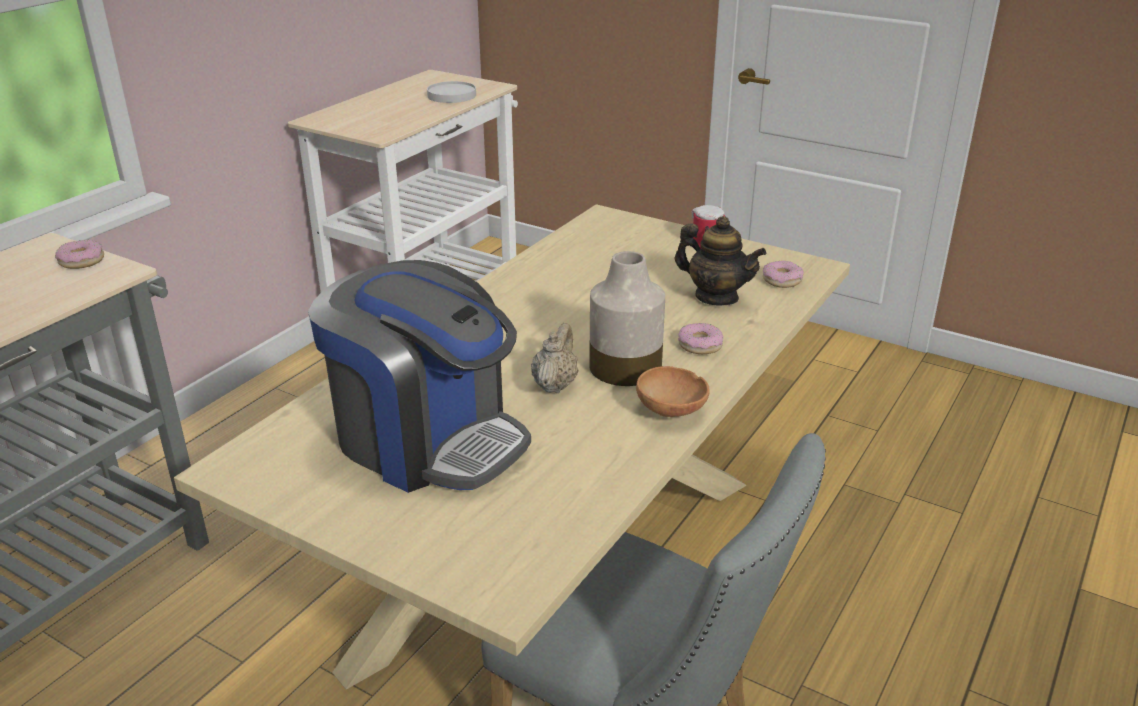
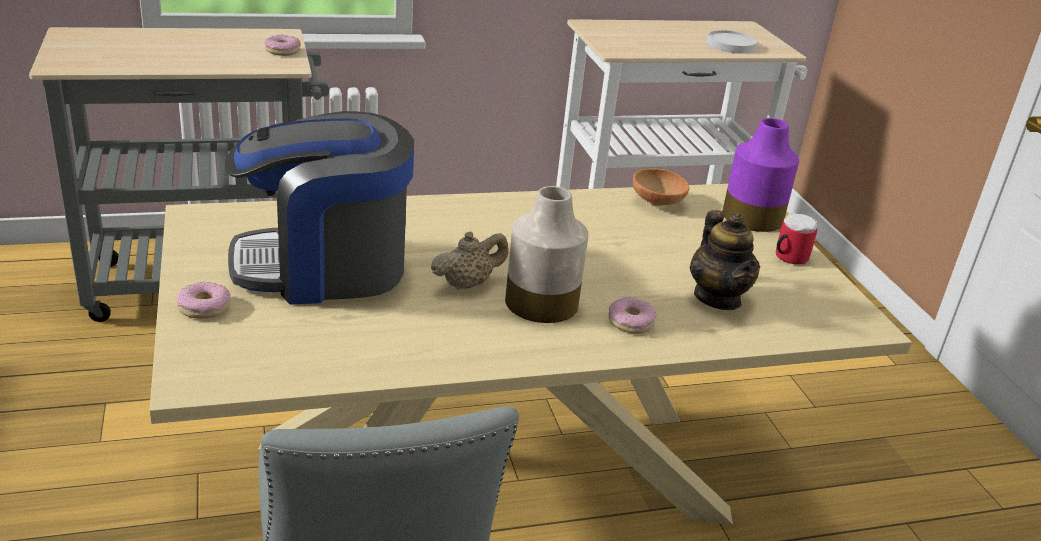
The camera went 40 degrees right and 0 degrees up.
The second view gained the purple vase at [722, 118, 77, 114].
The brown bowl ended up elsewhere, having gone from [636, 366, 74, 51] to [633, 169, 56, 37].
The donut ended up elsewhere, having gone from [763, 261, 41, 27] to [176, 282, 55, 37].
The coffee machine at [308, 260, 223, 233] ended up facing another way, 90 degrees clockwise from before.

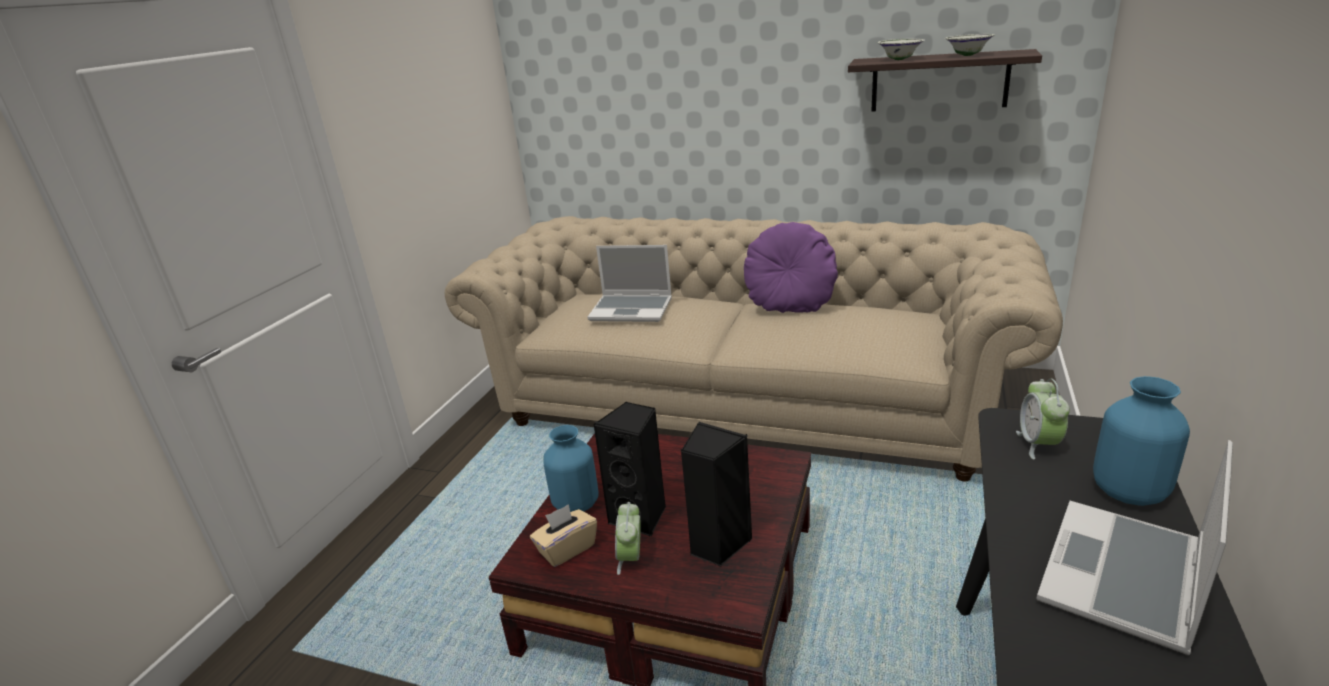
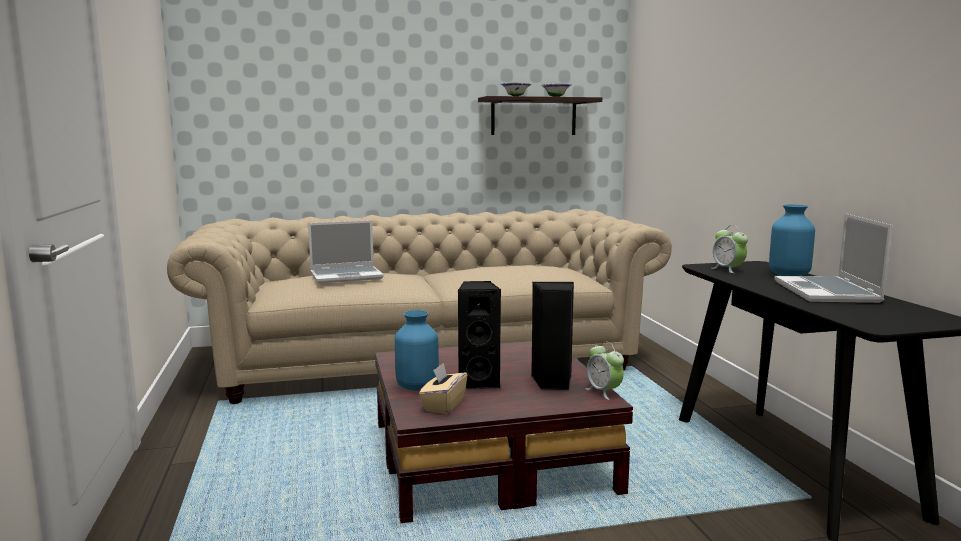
The camera went 35 degrees left and 15 degrees down.
The second view lost the purple pillow at [744, 222, 94, 91].
The alarm clock ended up elsewhere, having gone from [615, 502, 26, 73] to [585, 342, 39, 58].

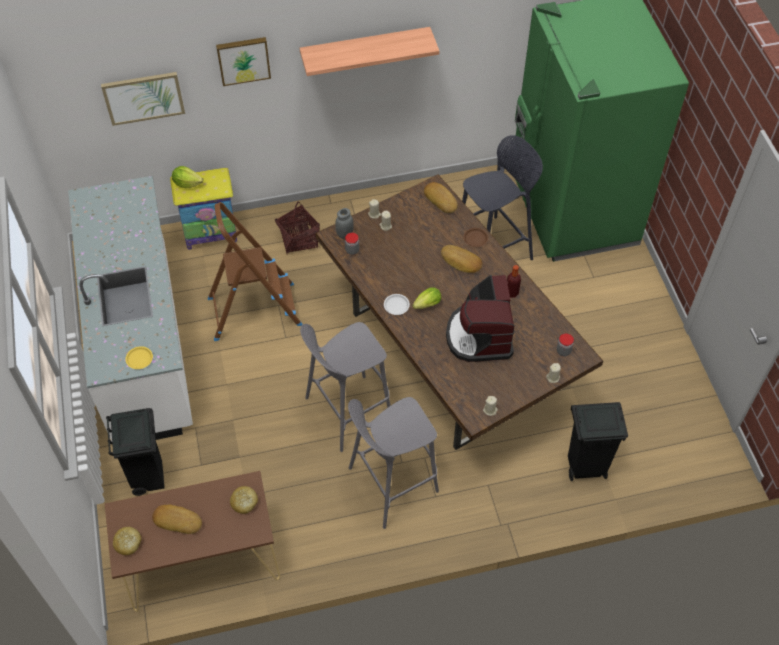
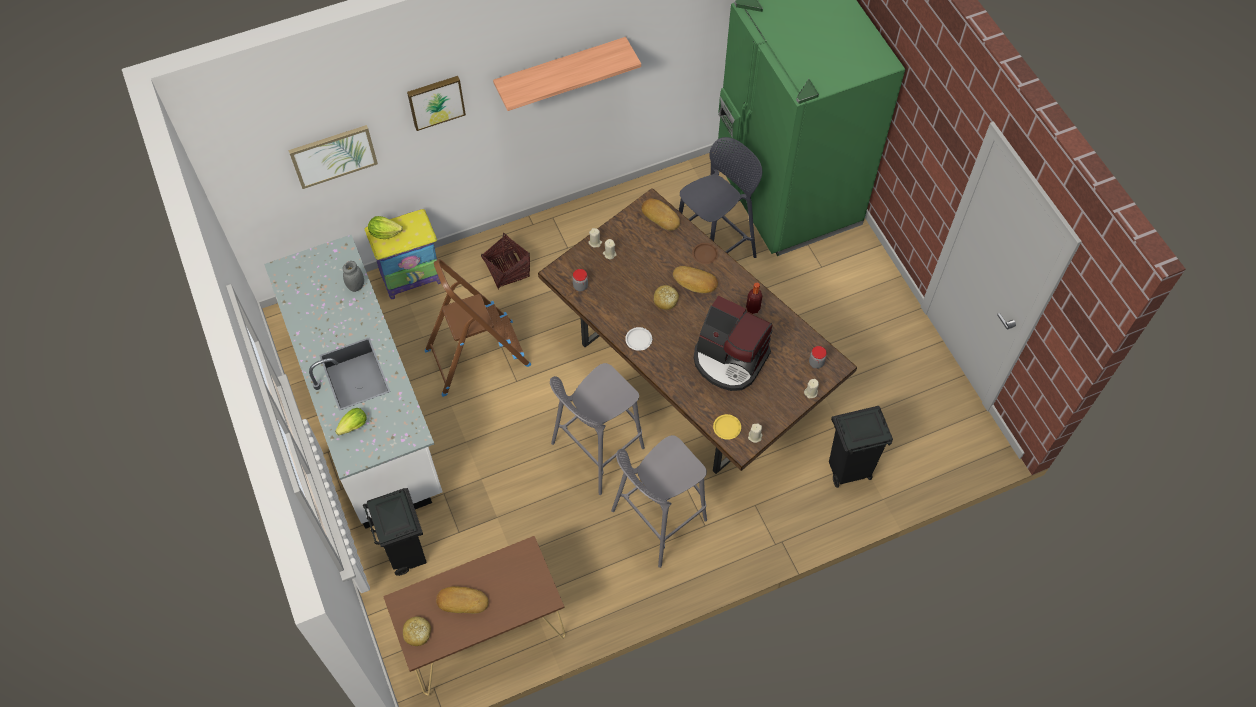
The camera went 10 degrees left and 5 degrees up.
The yellow plate ended up elsewhere, having gone from [125, 346, 28, 23] to [713, 414, 28, 26].
The bread ended up elsewhere, having gone from [230, 486, 28, 28] to [653, 285, 26, 25].
The grey jar ended up elsewhere, having gone from [335, 208, 19, 31] to [343, 261, 21, 31].
The lettuce ended up elsewhere, having gone from [412, 287, 29, 22] to [335, 408, 32, 27].
The coffee machine at [446, 275, 68, 87] ended up facing another way, 45 degrees counterclockwise from before.

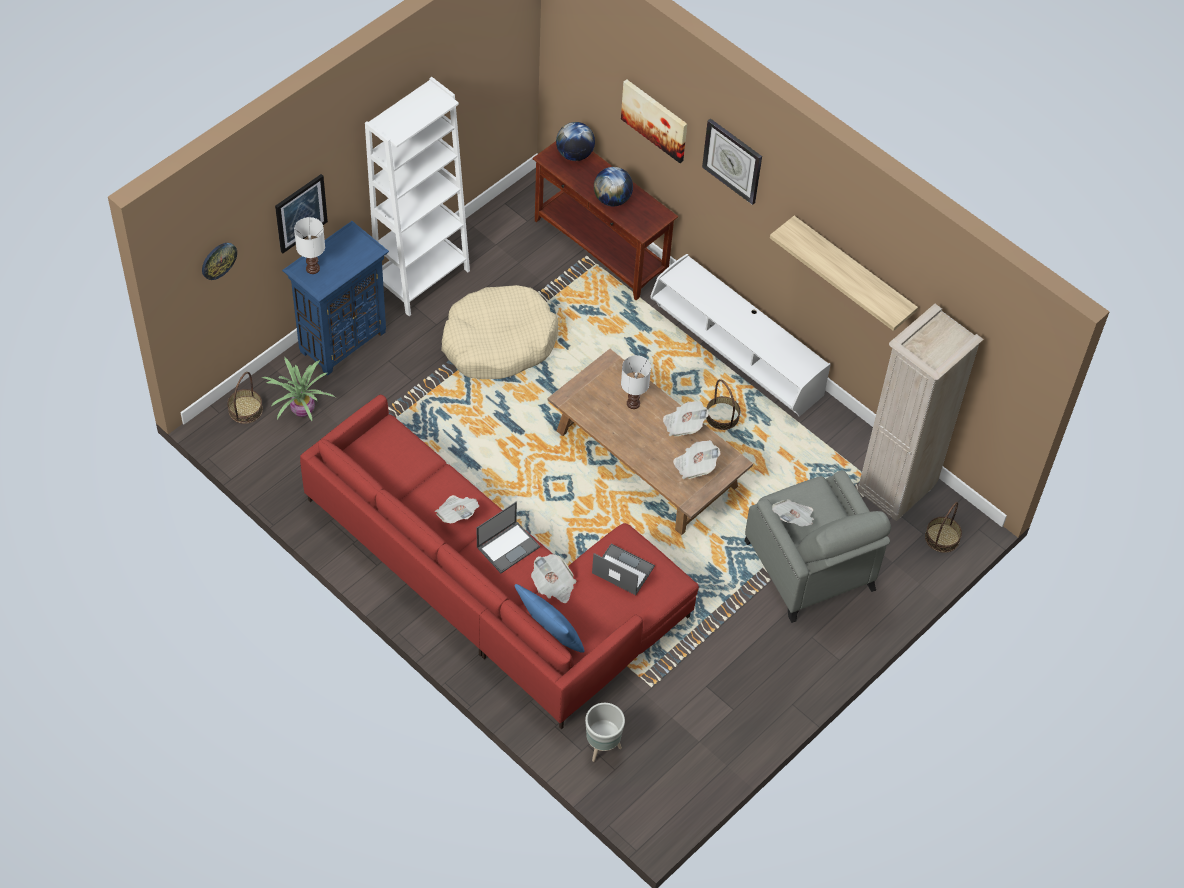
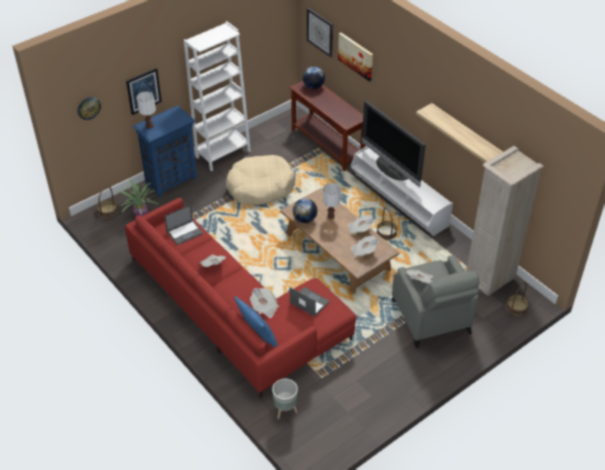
The camera went 10 degrees right and 10 degrees down.
The second view gained the television at [362, 100, 64, 87].
The laptop ended up elsewhere, having gone from [477, 502, 63, 71] to [164, 205, 39, 40].
The globe ended up elsewhere, having gone from [594, 167, 39, 39] to [293, 198, 24, 25].
The wall clock ended up elsewhere, having gone from [702, 118, 60, 87] to [307, 8, 26, 50].

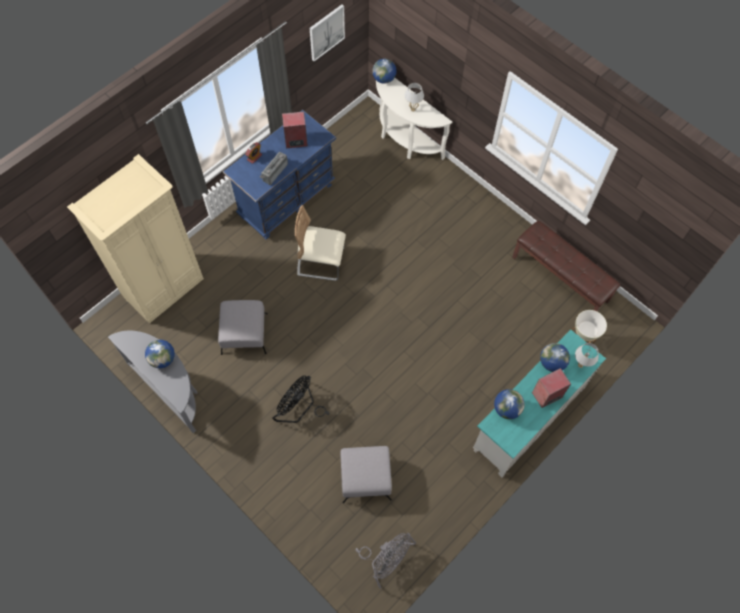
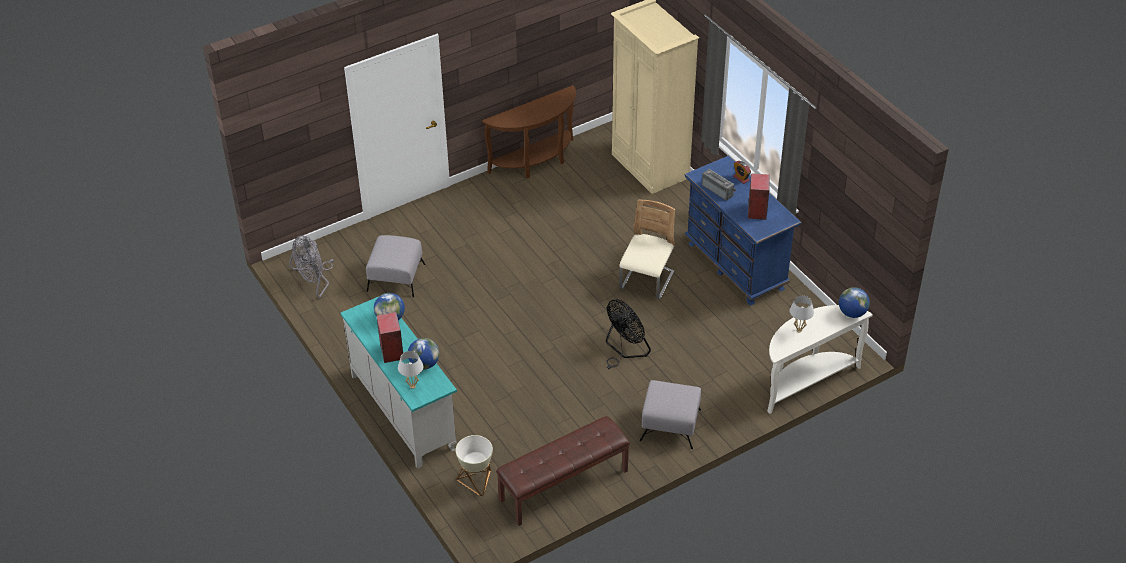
The camera went 105 degrees right and 20 degrees down.
The second view lost the globe at [145, 340, 30, 28].
The second view lost the picture at [310, 4, 35, 57].
The grey ottoman ended up elsewhere, having gone from [218, 300, 50, 55] to [640, 380, 61, 69].
The black fan ended up elsewhere, having gone from [272, 375, 58, 48] to [606, 299, 45, 70].
What was the grey console table at [108, 331, 89, 102] turned into the brown console table at [482, 85, 94, 93].

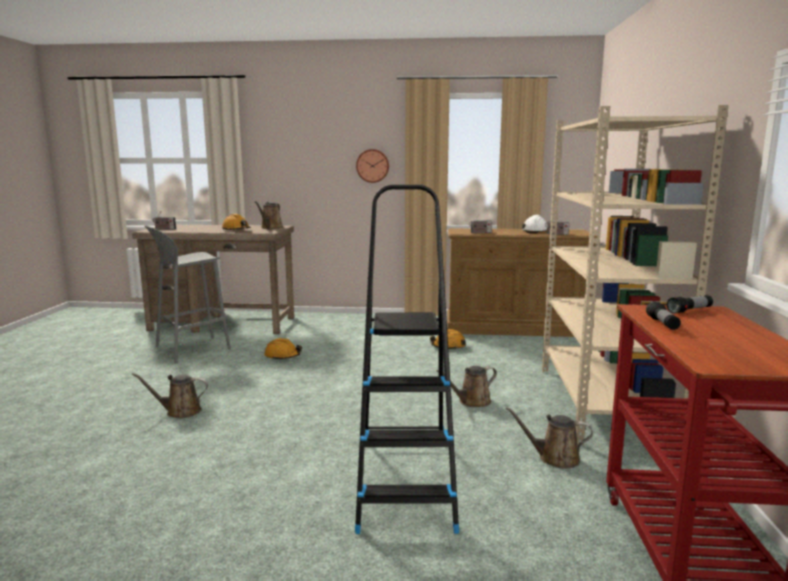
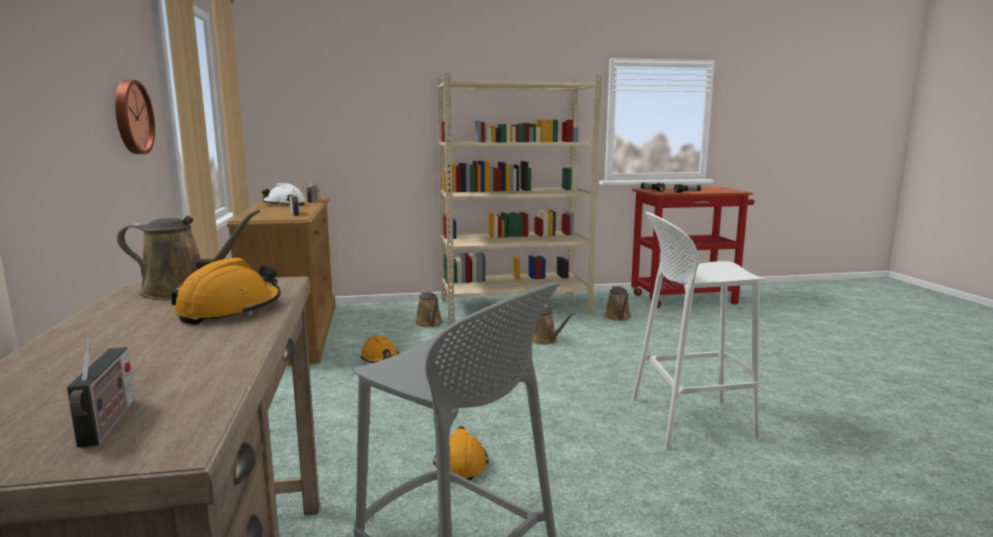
The camera went 105 degrees left and 0 degrees up.
The second view lost the black step ladder at [355, 185, 104, 349].
The second view gained the white stool at [632, 212, 134, 238].
The brown watering can ended up elsewhere, having gone from [132, 373, 76, 45] to [415, 291, 28, 36].

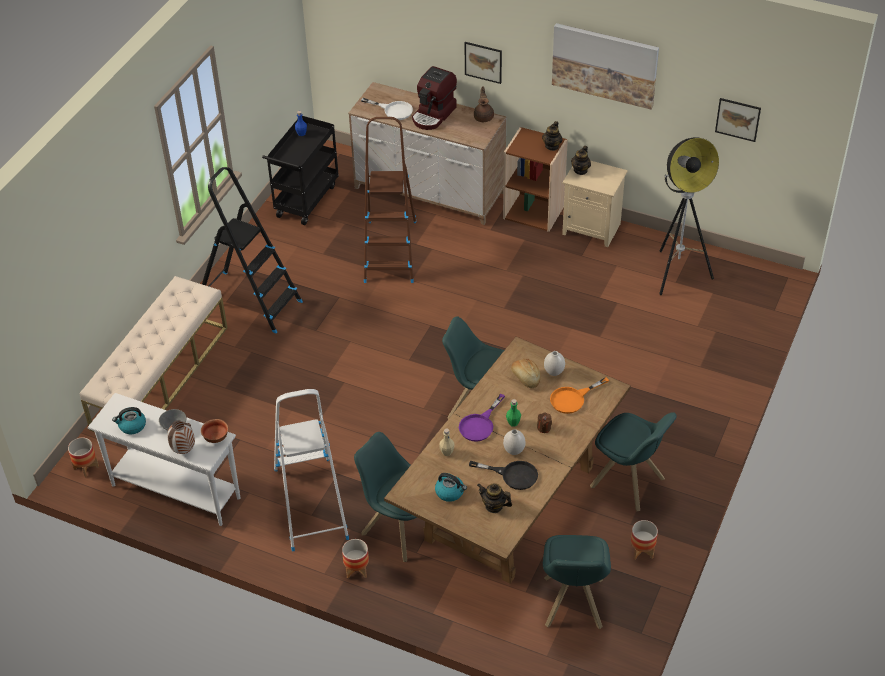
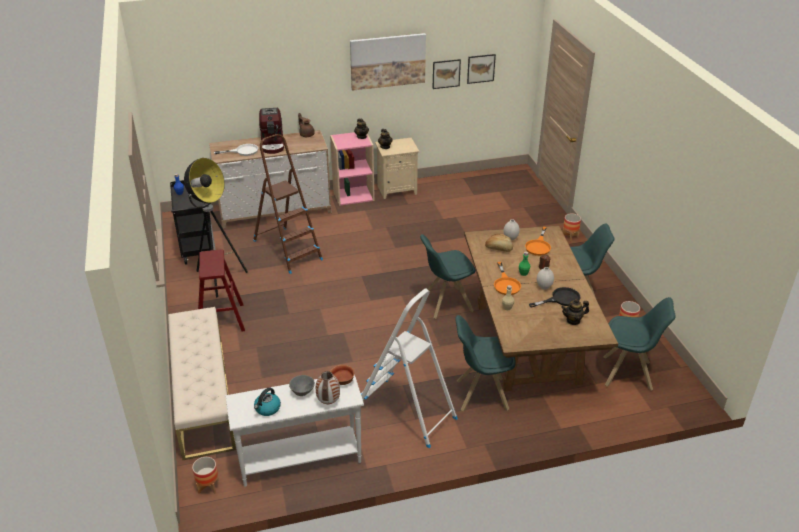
The camera went 40 degrees left and 10 degrees down.
The second view lost the kettle at [435, 473, 32, 29].
The planter ended up elsewhere, having gone from [342, 539, 27, 39] to [562, 214, 19, 27].
The picture ended up elsewhere, having gone from [465, 42, 37, 42] to [433, 59, 28, 30].
The floor lamp ended up elsewhere, having gone from [659, 137, 60, 158] to [184, 158, 64, 140].
Where the black step ladder stood at [202, 167, 101, 166], the red stool came to stand at [198, 250, 47, 81].
What was the purple frying pan at [459, 394, 46, 48] turned into the orange frying pan at [494, 262, 27, 33].
What was the brown bookcase at [503, 127, 65, 105] turned into the pink bookcase at [330, 132, 45, 74].
The turquoise chair at [543, 535, 68, 94] ended up facing another way, 45 degrees counterclockwise from before.

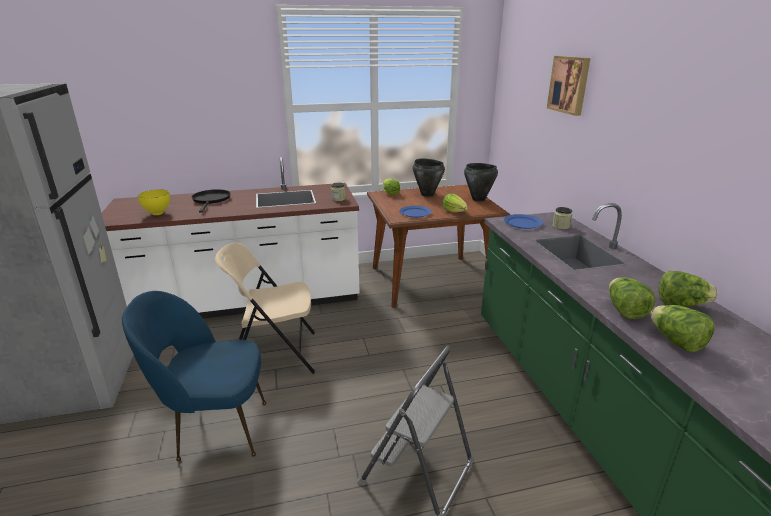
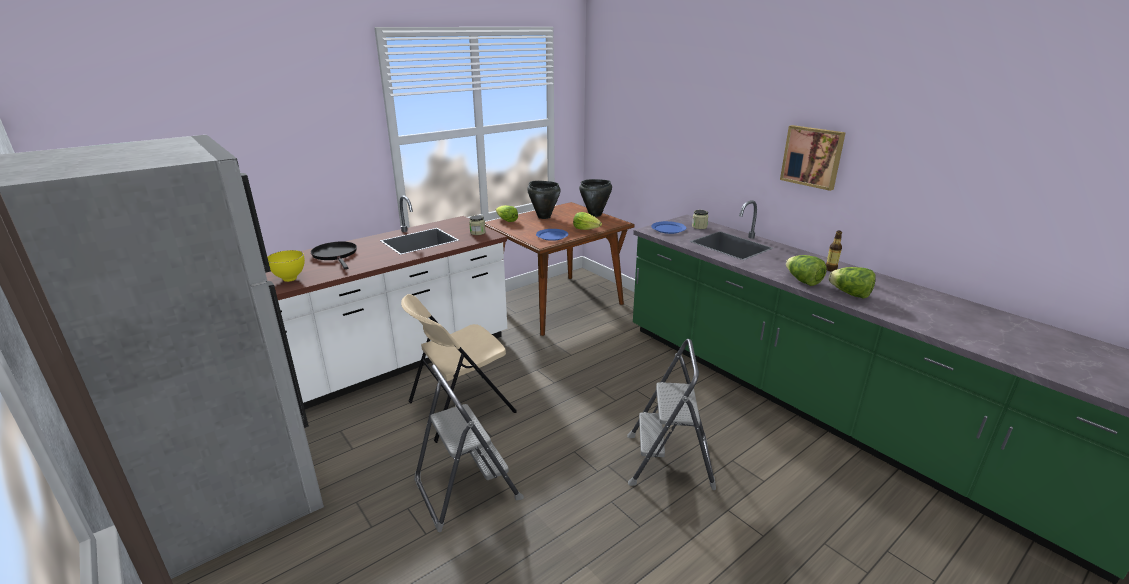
The camera went 25 degrees left and 0 degrees up.
The picture ended up elsewhere, having gone from [547, 56, 44, 60] to [780, 125, 66, 66].
Where the blue chair stood at [122, 291, 144, 170], the grey step ladder came to stand at [414, 365, 110, 167].
Where the lettuce stood at [659, 271, 59, 35], the bottle came to stand at [826, 231, 16, 41].

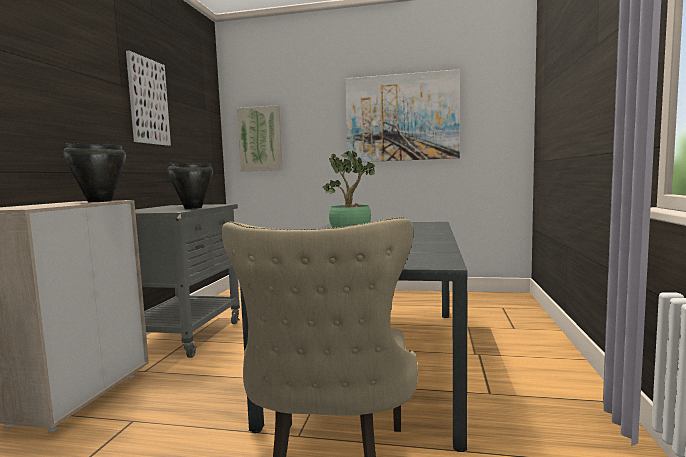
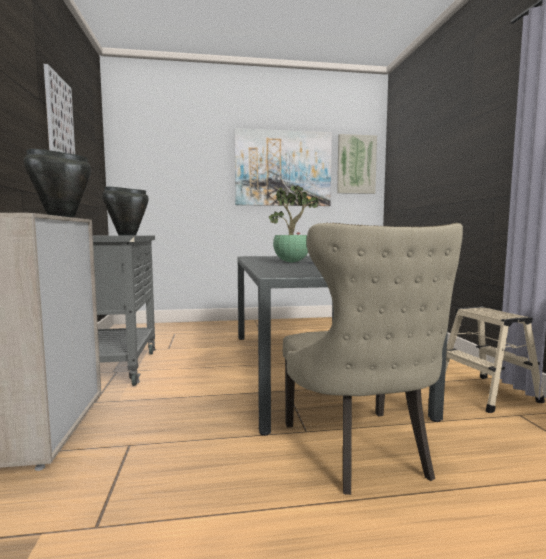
The camera went 20 degrees left and 0 degrees up.
The second view gained the beige step ladder at [445, 307, 100, 106].
The picture ended up elsewhere, having gone from [237, 105, 46, 66] to [337, 134, 40, 60].

